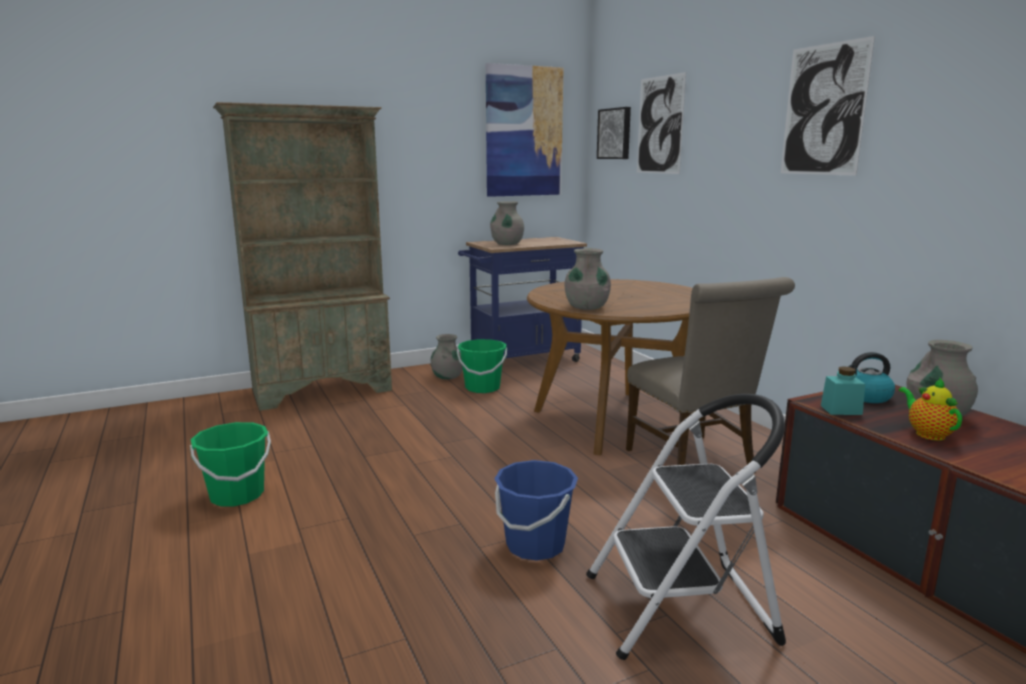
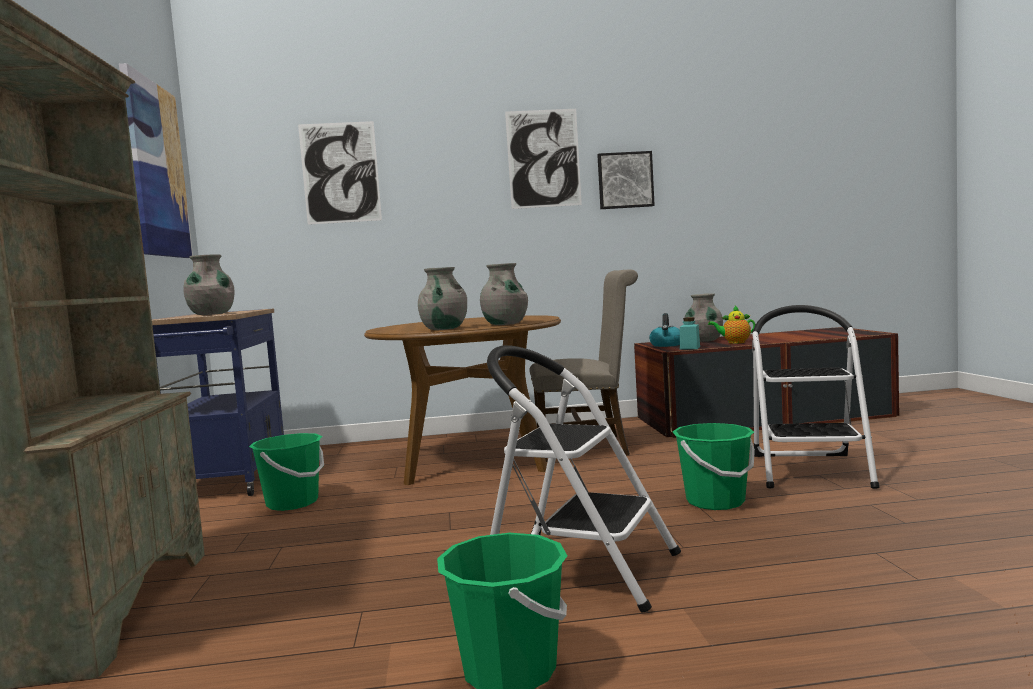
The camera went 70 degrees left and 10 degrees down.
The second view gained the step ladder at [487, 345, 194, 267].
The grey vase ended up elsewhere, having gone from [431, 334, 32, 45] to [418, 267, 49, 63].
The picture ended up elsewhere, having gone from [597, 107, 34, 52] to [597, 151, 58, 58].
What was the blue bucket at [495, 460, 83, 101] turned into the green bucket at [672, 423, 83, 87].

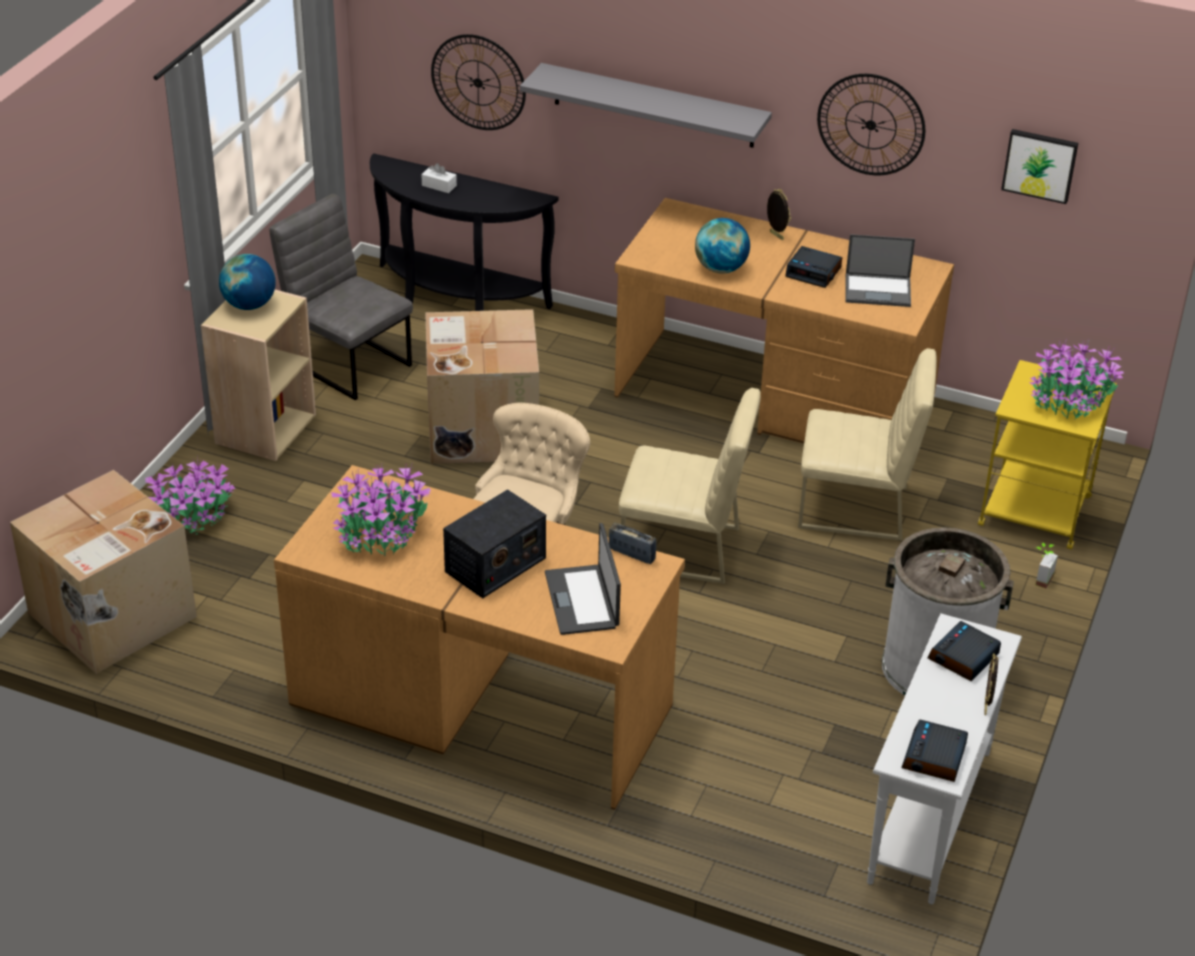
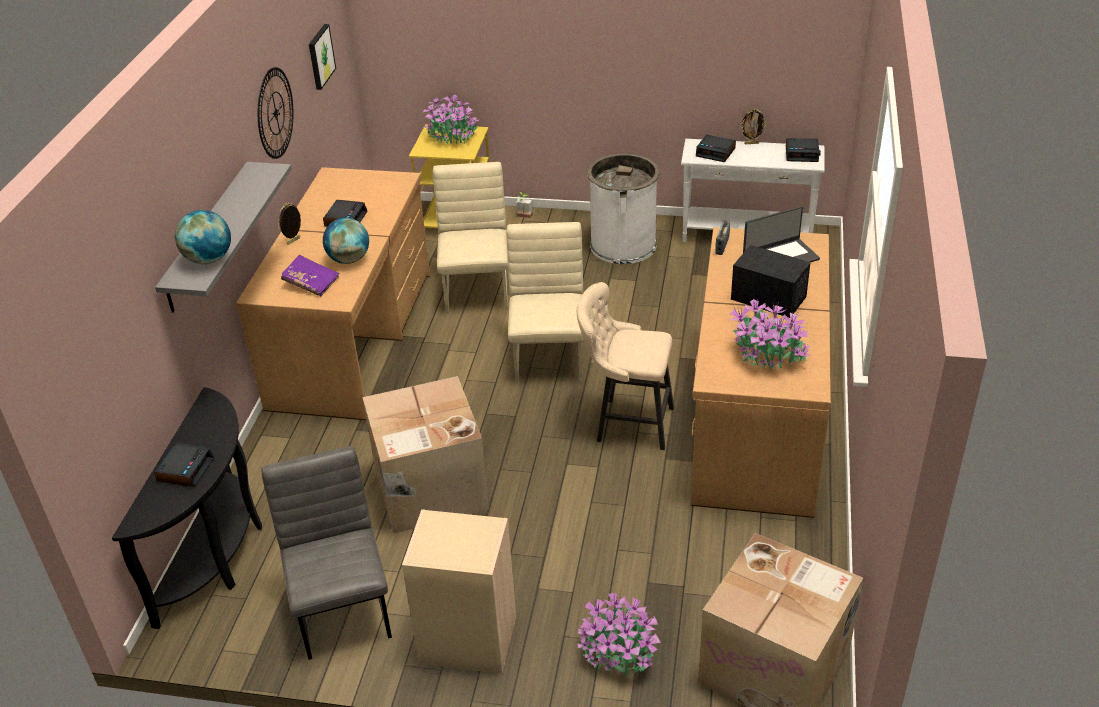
The camera went 100 degrees left and 0 degrees up.
The second view lost the wall clock at [431, 34, 95, 96].
The second view lost the laptop at [845, 234, 70, 73].
The second view gained the purple book at [281, 255, 58, 41].
The globe ended up elsewhere, having gone from [219, 254, 57, 56] to [175, 210, 56, 54].
Where the white tissue box stood at [421, 163, 36, 30], the alarm clock came to stand at [154, 443, 60, 44].
The grey chair at [269, 194, 144, 206] ended up facing another way, 135 degrees clockwise from before.

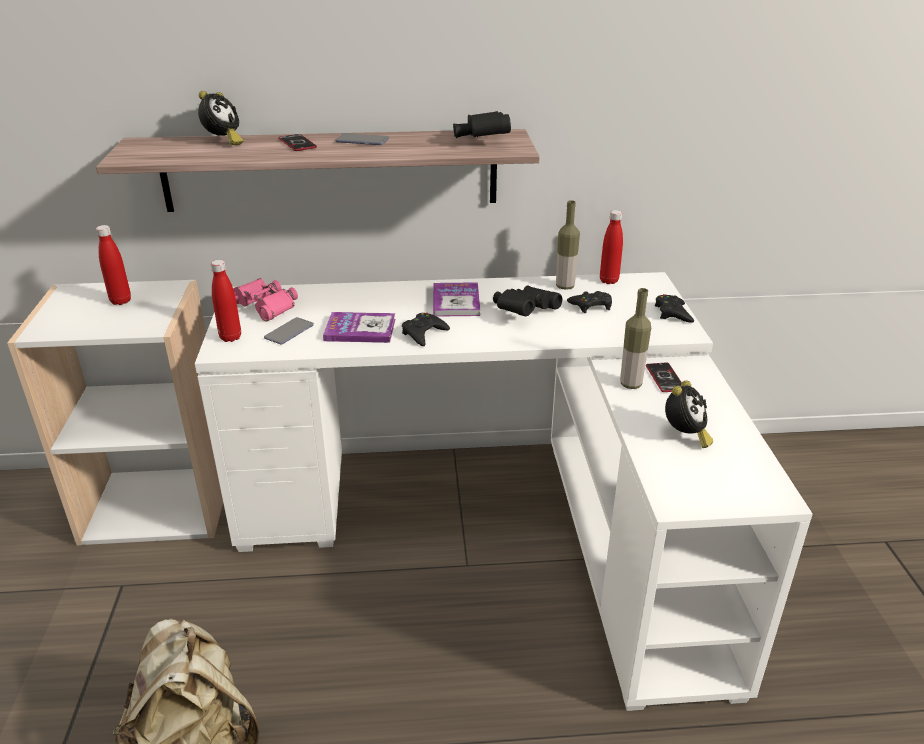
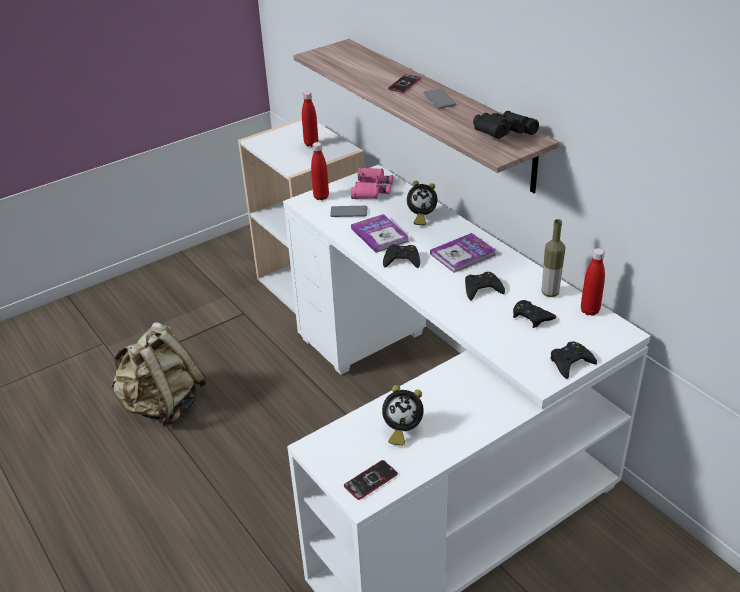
The camera went 60 degrees right and 5 degrees up.
The second view lost the bottle at [620, 288, 31, 101].
The alarm clock ended up elsewhere, having gone from [198, 91, 46, 54] to [407, 181, 30, 45].
The phone ended up elsewhere, having gone from [646, 363, 36, 29] to [344, 460, 54, 40].
Where the black binoculars stood at [493, 286, 69, 30], the black game controller came to stand at [465, 272, 40, 29].

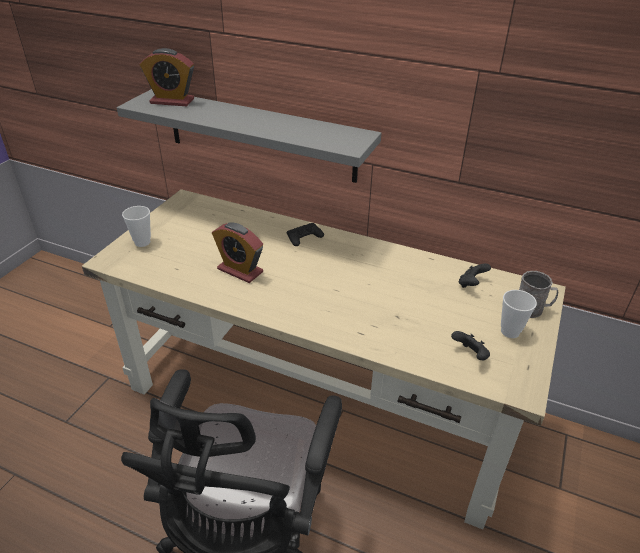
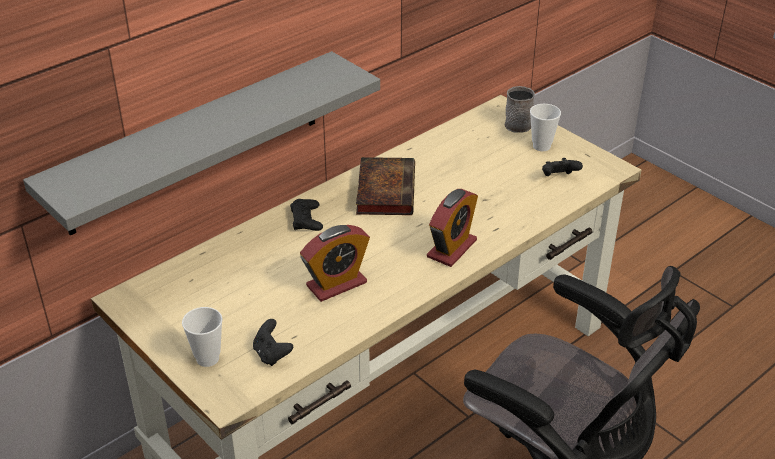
The camera went 65 degrees left and 0 degrees up.
The second view gained the book at [356, 157, 59, 58].
The alarm clock ended up elsewhere, having gone from [139, 48, 55, 58] to [427, 189, 51, 78].
The black game controller ended up elsewhere, having gone from [459, 263, 32, 25] to [253, 319, 40, 47].

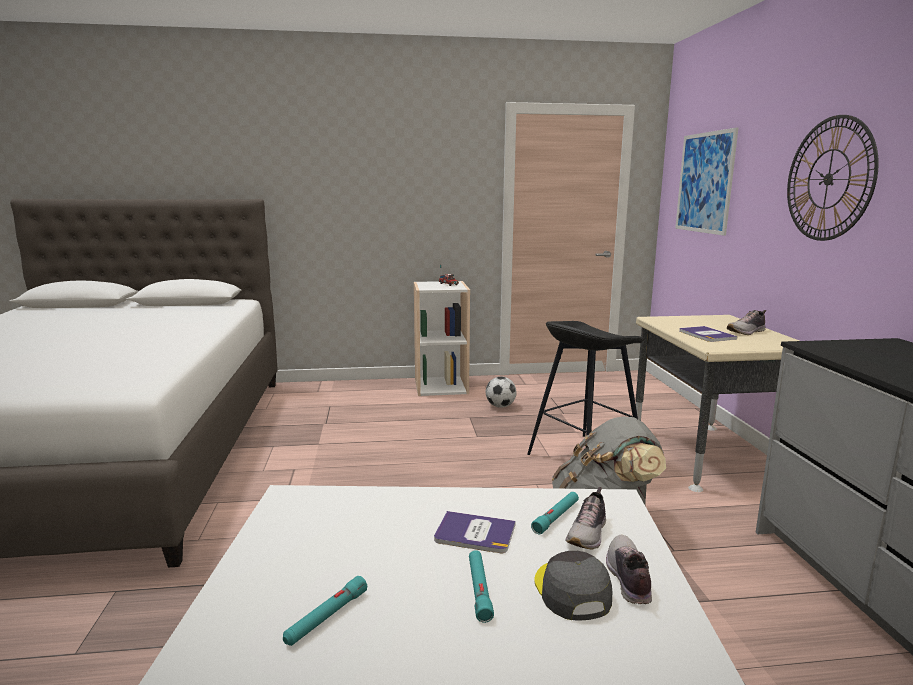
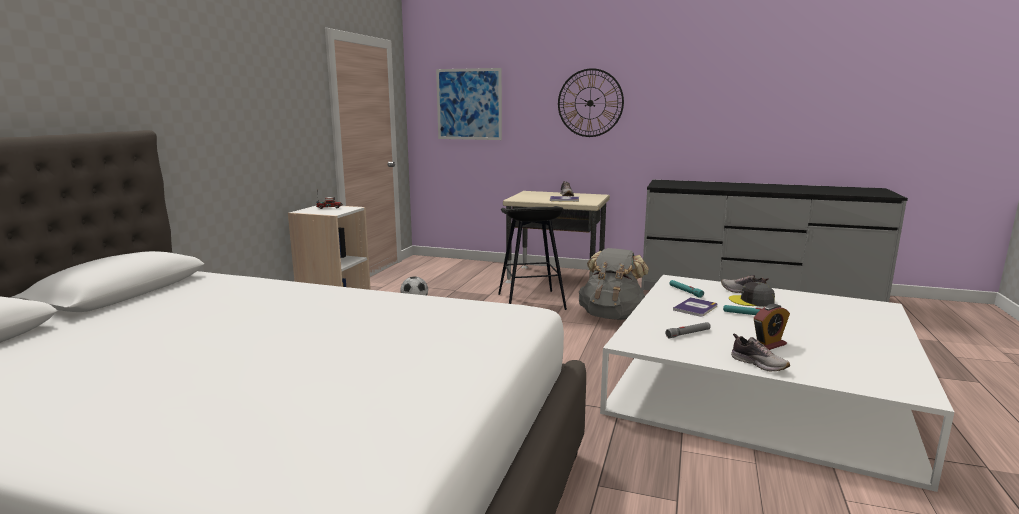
The camera went 65 degrees left and 0 degrees up.
The second view gained the grey flashlight at [665, 322, 46, 16].
The shoe ended up elsewhere, having gone from [565, 487, 41, 63] to [731, 333, 59, 38].
Where the turquoise flashlight stood at [283, 576, 84, 70], the alarm clock came to stand at [754, 304, 36, 46].

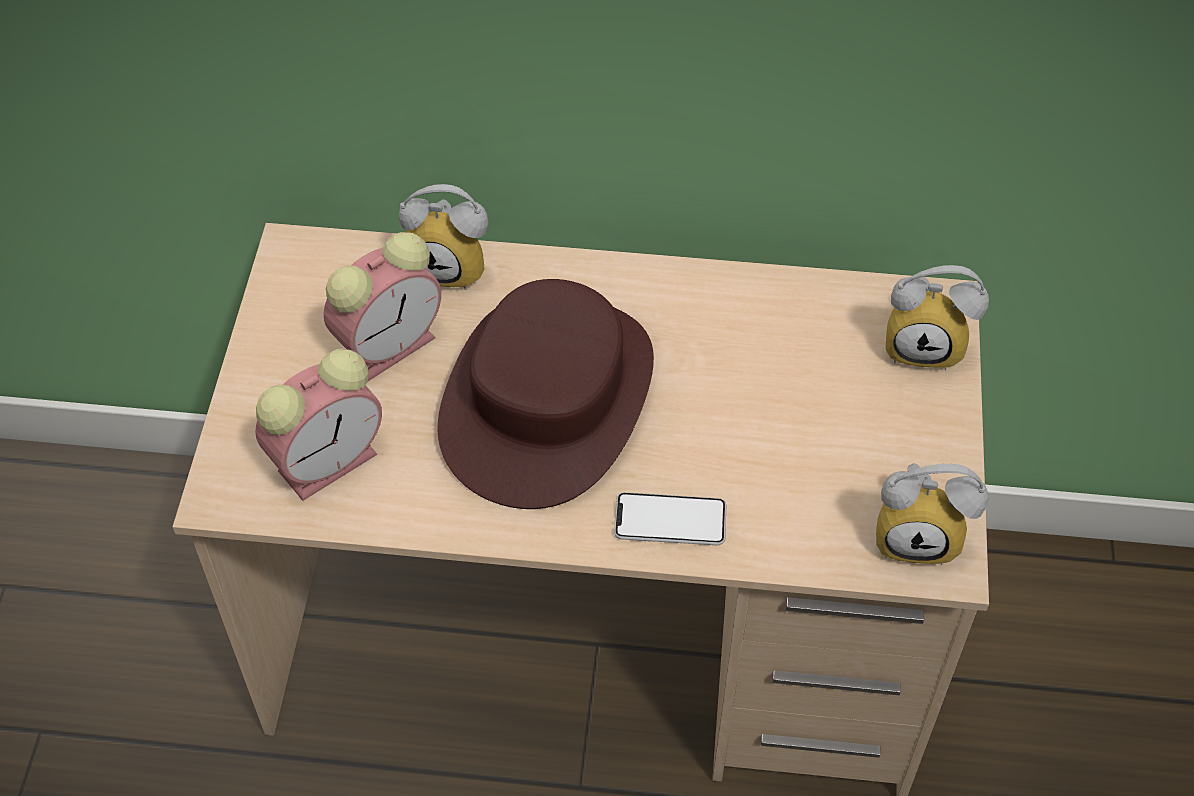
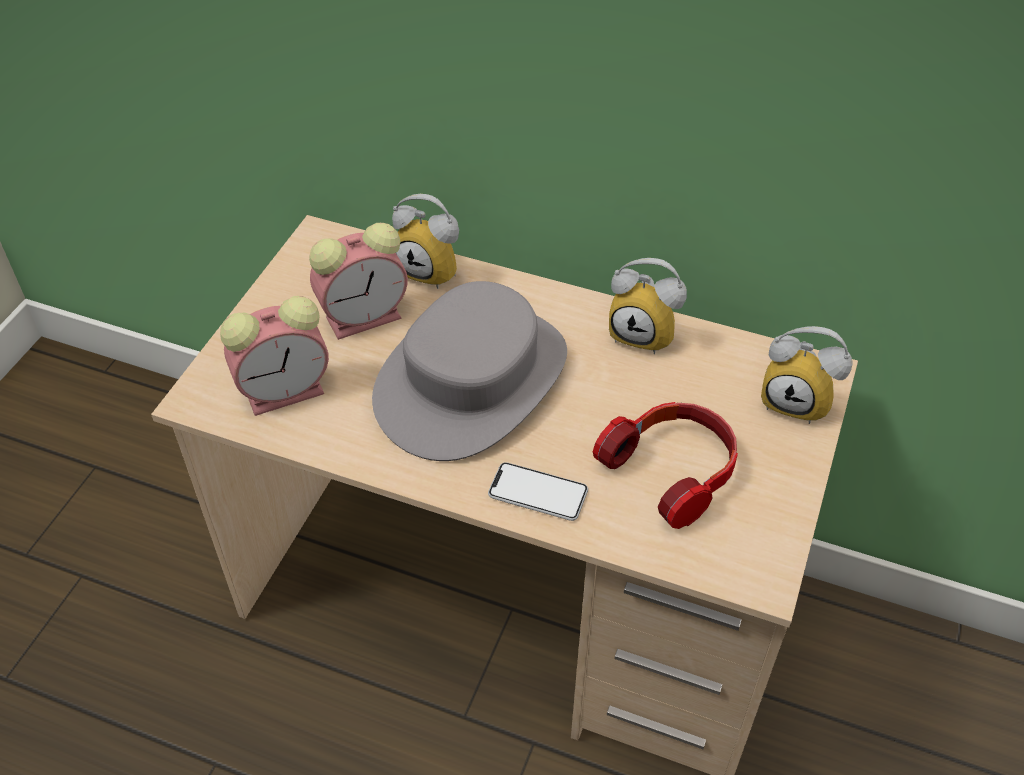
The camera went 15 degrees right and 5 degrees down.
The second view gained the headphones at [593, 402, 145, 127].
The alarm clock ended up elsewhere, having gone from [876, 463, 112, 102] to [609, 258, 78, 96].
What was the brown hat at [437, 279, 217, 230] turned into the grey hat at [372, 281, 195, 180].

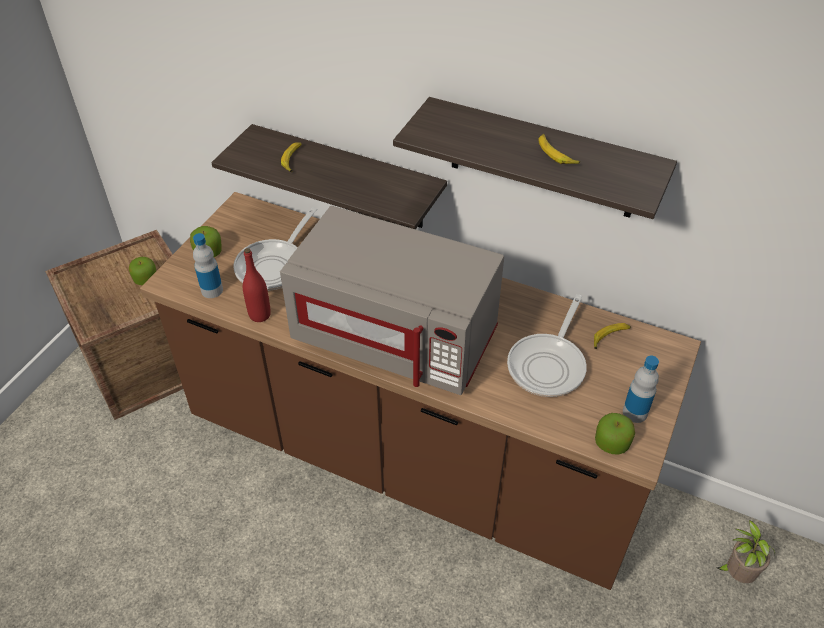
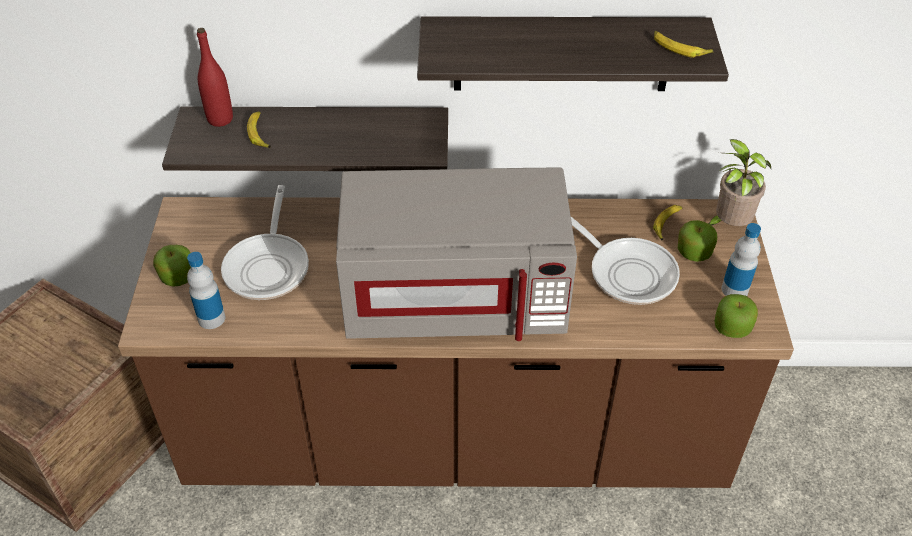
The camera went 25 degrees left and 0 degrees up.
The apple ended up elsewhere, having gone from [129, 257, 27, 28] to [678, 220, 39, 42].
The red bottle ended up elsewhere, having gone from [243, 248, 28, 74] to [197, 28, 36, 99].
The banana ended up elsewhere, having gone from [538, 134, 42, 30] to [654, 31, 60, 27].
The potted plant ended up elsewhere, having gone from [717, 520, 58, 63] to [708, 139, 63, 87].
The frying pan at [507, 294, 80, 103] ended up facing another way, 45 degrees counterclockwise from before.

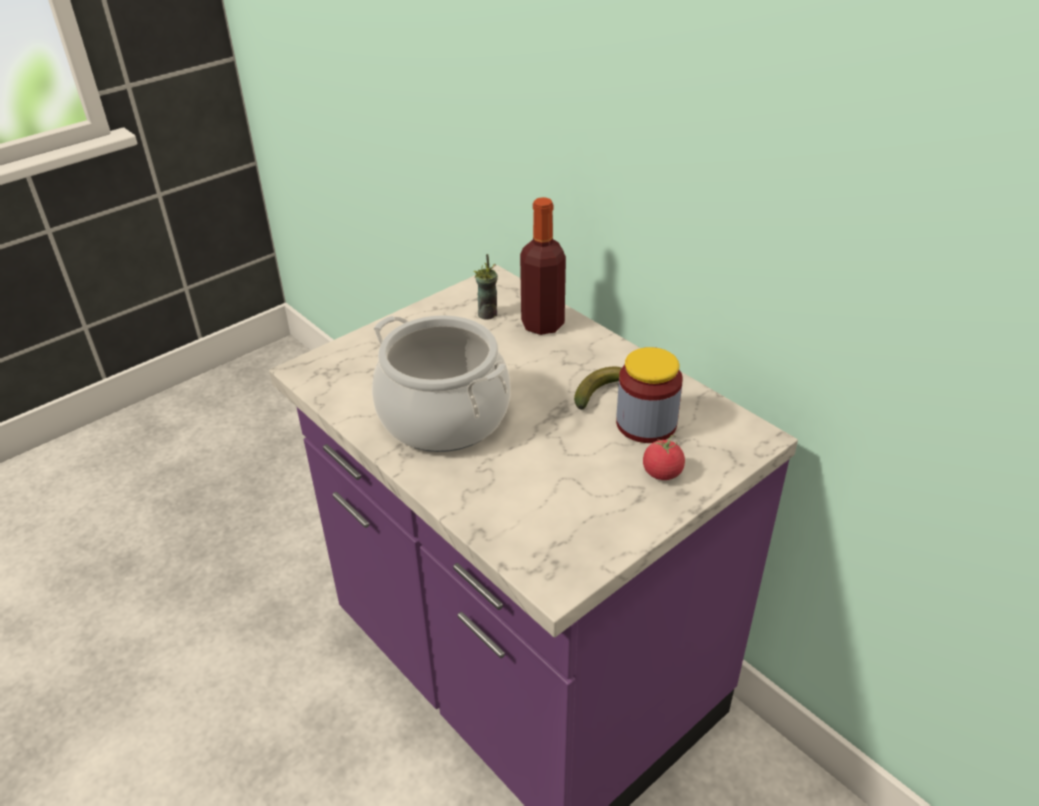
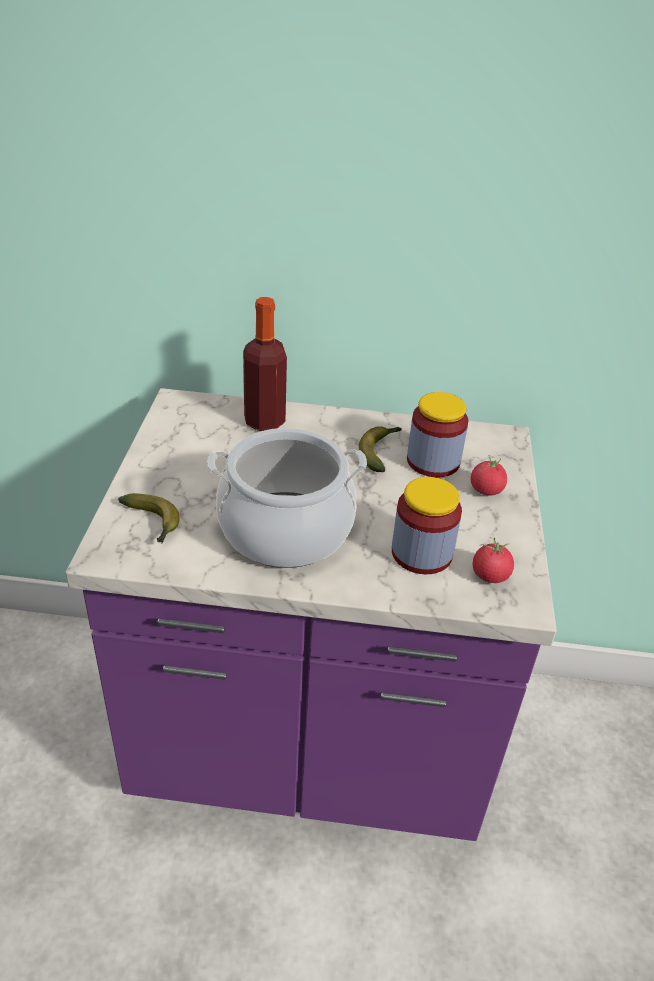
The camera went 45 degrees left and 0 degrees up.
The second view lost the cup at [473, 254, 25, 66].
The second view gained the banana at [118, 493, 62, 50].
The second view gained the jar at [392, 477, 70, 97].
The second view gained the tomato at [473, 538, 41, 45].

